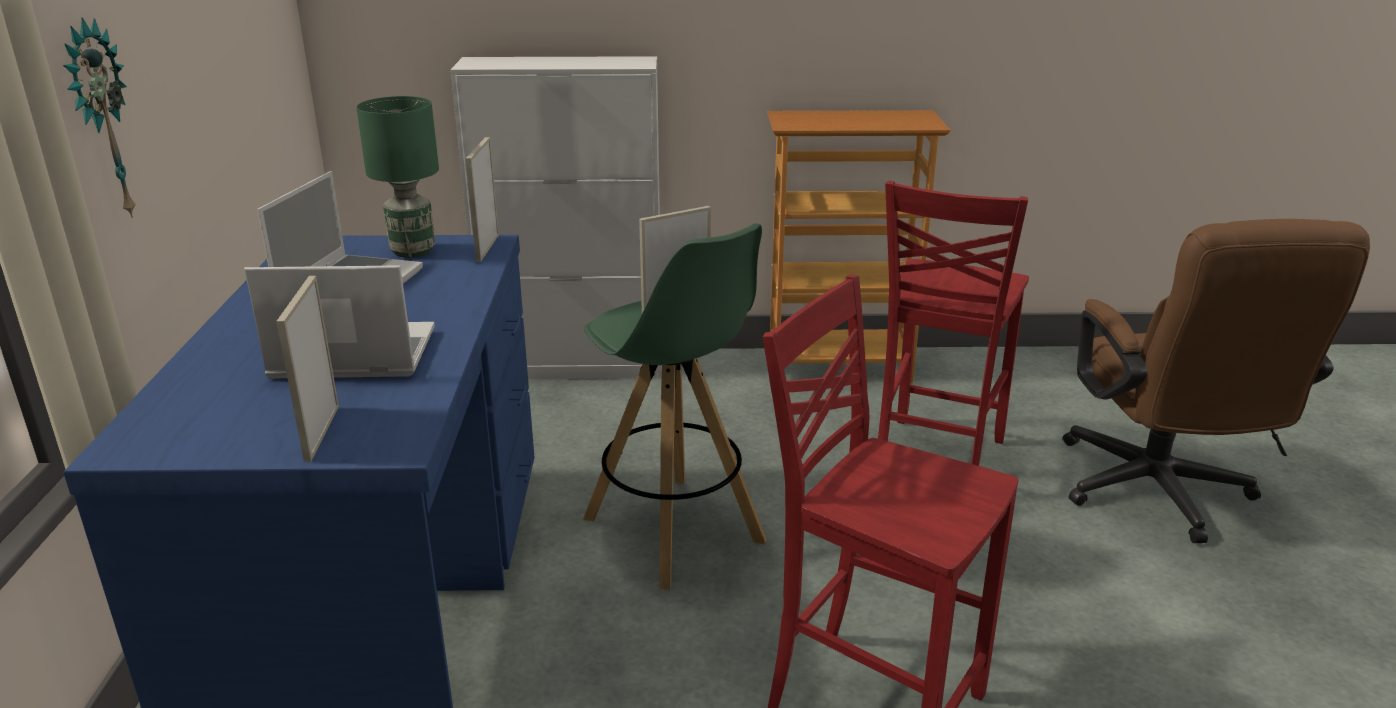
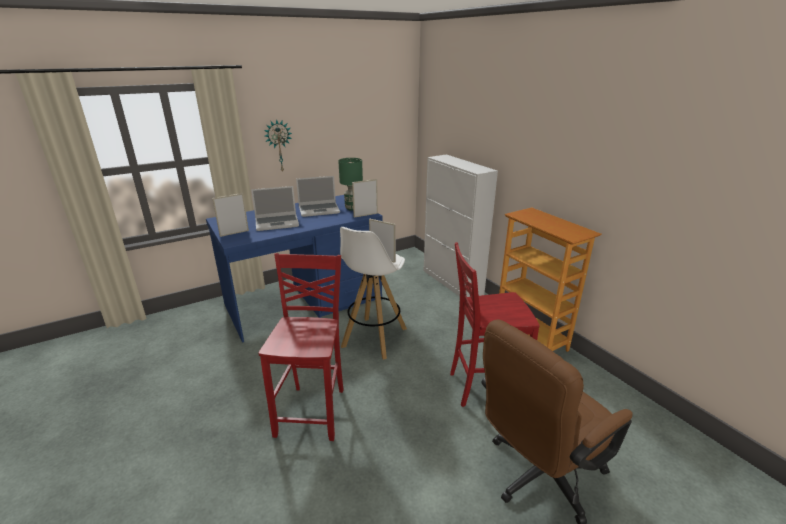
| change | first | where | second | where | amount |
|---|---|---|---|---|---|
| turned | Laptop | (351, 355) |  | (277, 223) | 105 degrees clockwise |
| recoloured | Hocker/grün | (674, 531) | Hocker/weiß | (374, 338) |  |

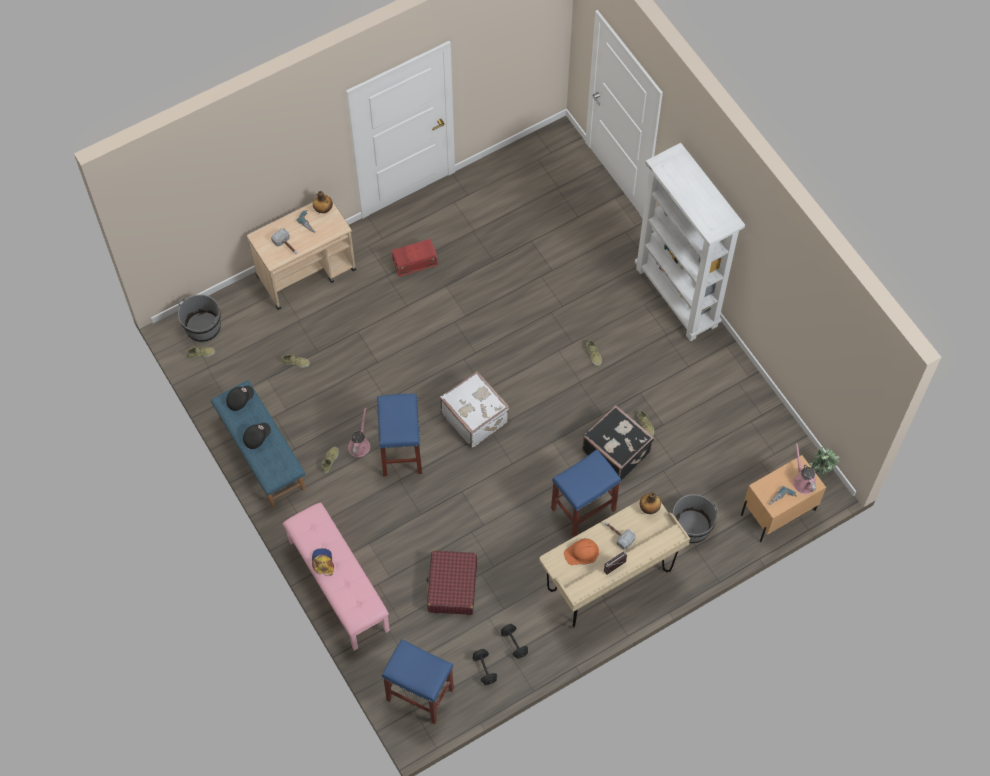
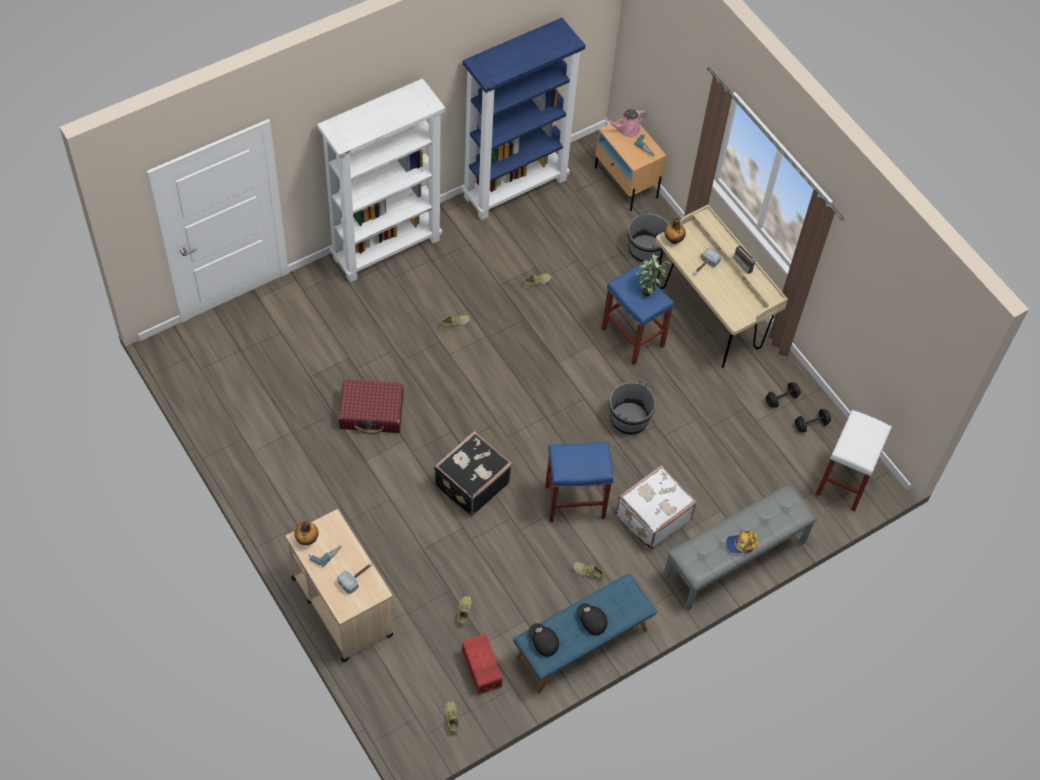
| change | first | where | second | where | amount |
|---|---|---|---|---|---|
| moved | Koffer/rot | (452, 586) |  | (372, 412) |  |
| moved | Koffer/schwarz | (616, 451) |  | (470, 483) |  |
| added |  |  | Bücherregal/blau | (515, 187) |  |
| moved | Aufbewahrungsbox/rot | (414, 262) |  | (481, 669) |  |
| moved | Eimer/grau | (203, 327) |  | (629, 419) |  |
| moved | Koffer/weiß | (475, 417) |  | (651, 517) |  |
| moved | Topfpflanze | (820, 472) |  | (648, 289) |  |
| recoloured | Bank/rosa | (337, 585) | Bank/grau | (735, 560) |  |
| recoloured | Hocker/blau | (419, 694) | Hocker/weiß | (844, 482) |  |
| removed | Gießkanne/rosa | (359, 444) |  |  |  |
| removed | Schutzhelm/orange | (582, 552) |  |  |  |

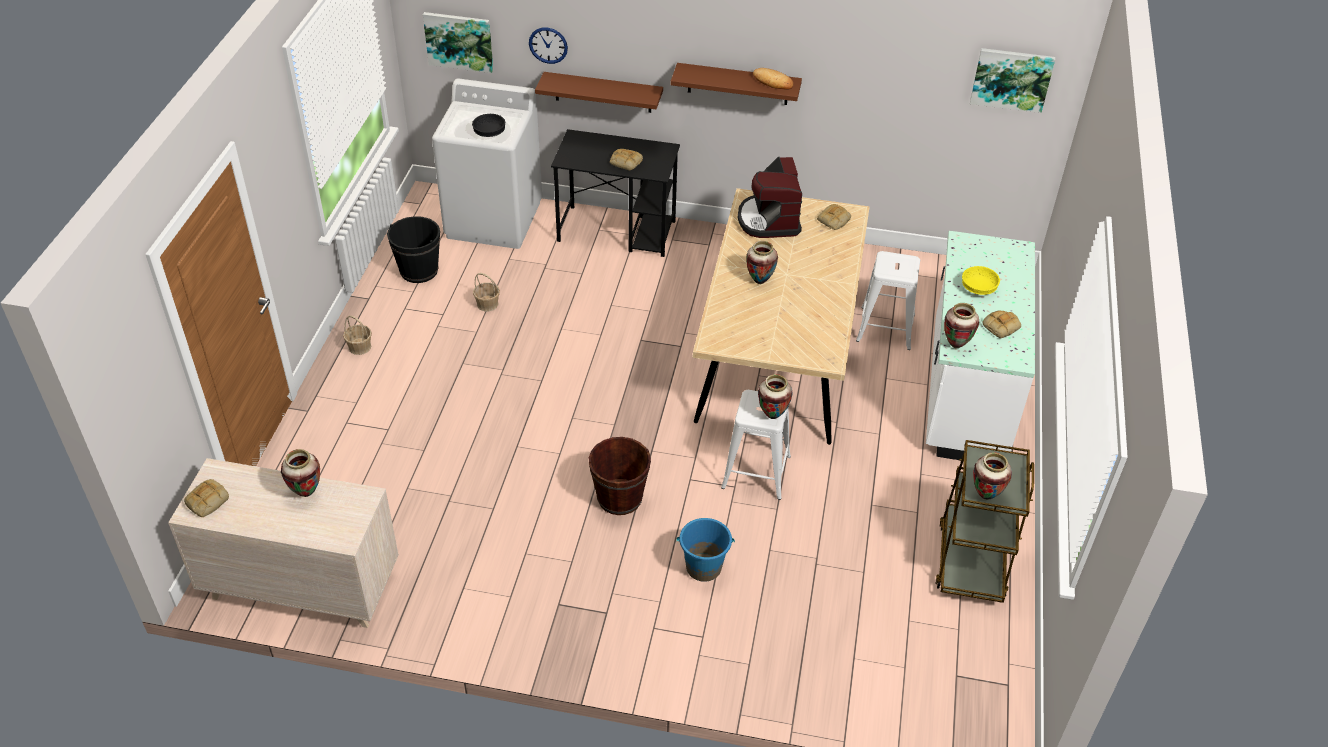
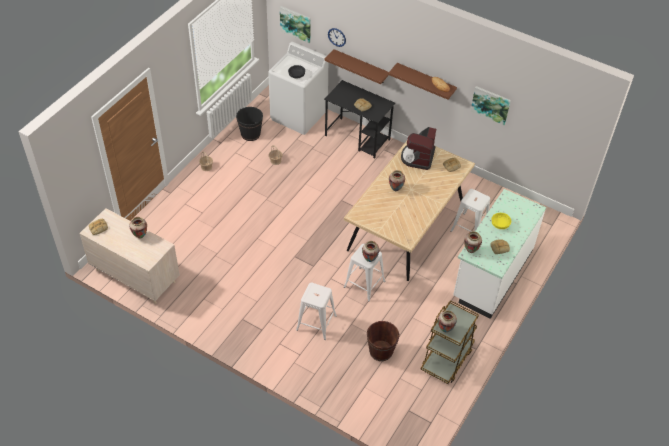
| change | first | where | second | where | amount |
|---|---|---|---|---|---|
| replaced | Eimer/blau | (703, 567) | Hocker/weiß | (316, 322) |  |
| moved | Eimer/braun | (619, 498) |  | (381, 351) |  |
| moved | Bild | (1011, 79) |  | (490, 105) |  |

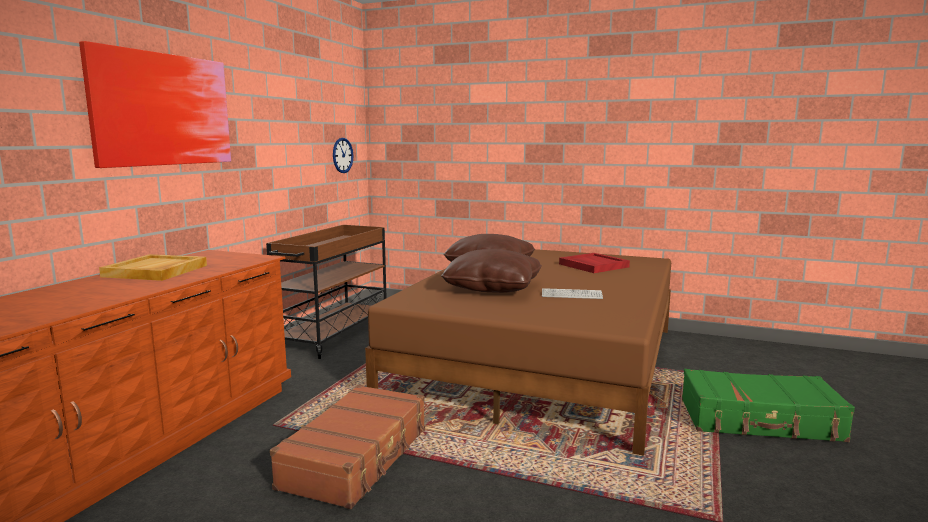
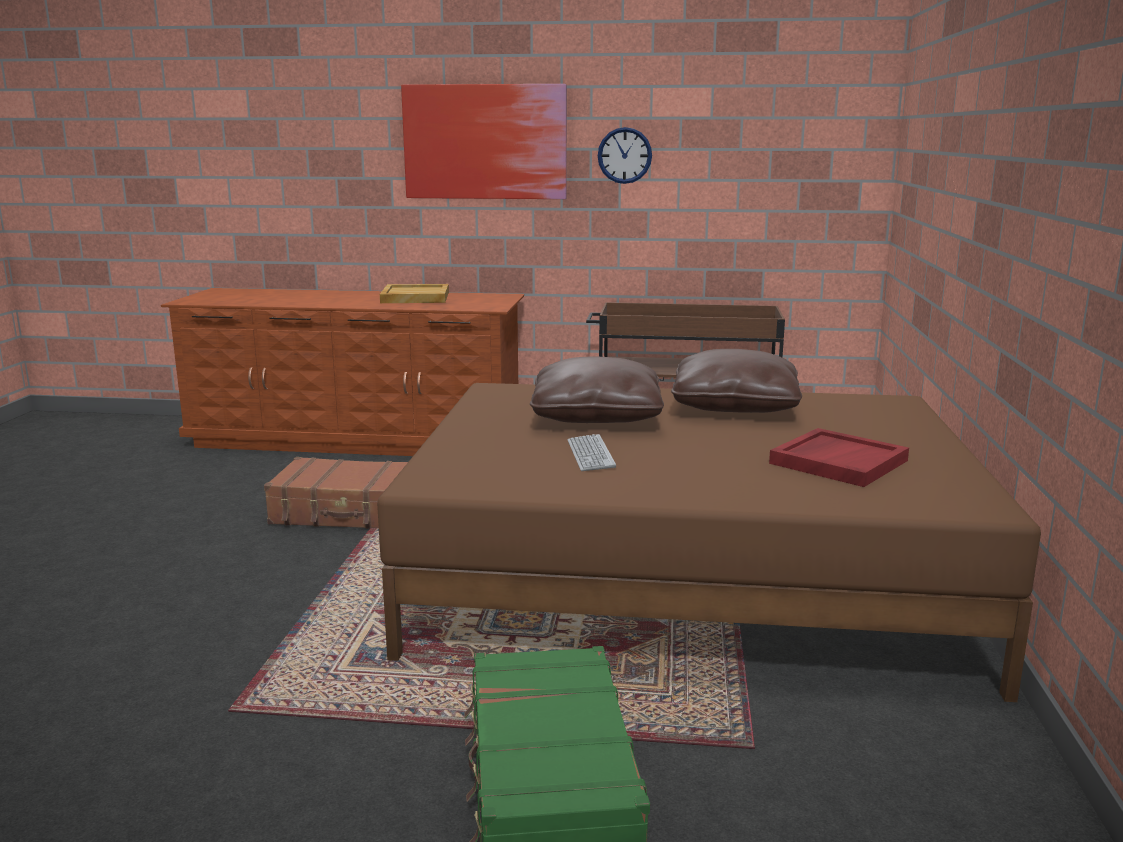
| change | first | where | second | where | amount |
|---|---|---|---|---|---|
| moved | Wanduhr | (342, 155) |  | (624, 155) |  |

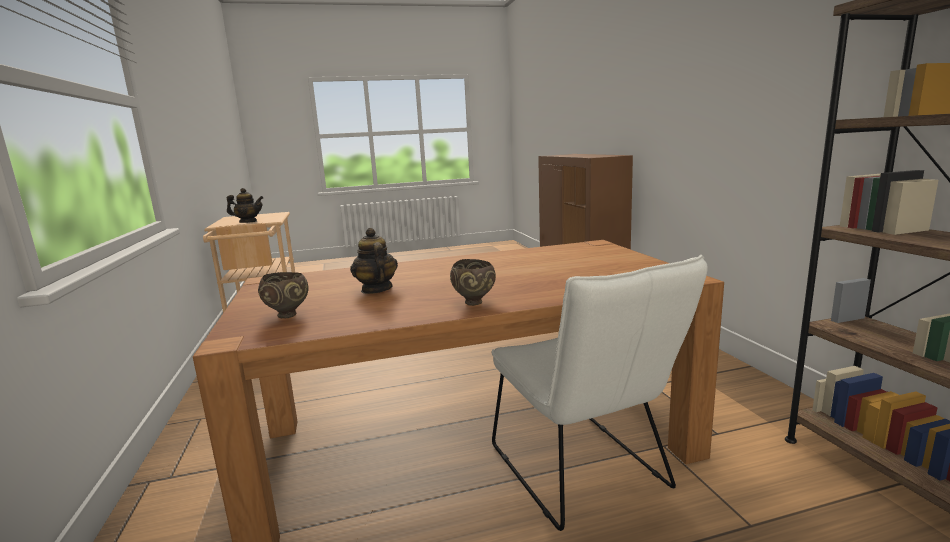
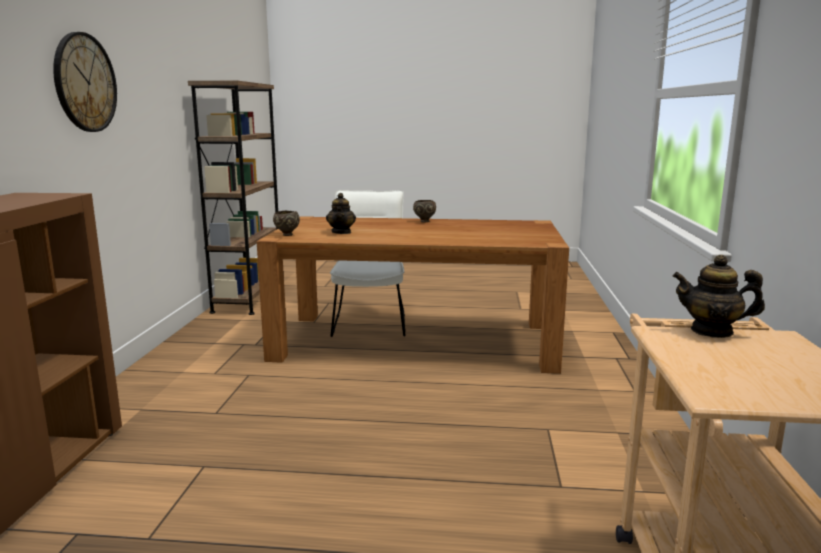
| change | first | where | second | where | amount |
|---|---|---|---|---|---|
| added |  |  | Wanduhr | (85, 83) |  |
| moved | Schüssel/braun | (288, 315) |  | (286, 235) |  |
| moved | Teekanne | (376, 289) |  | (341, 232) |  |

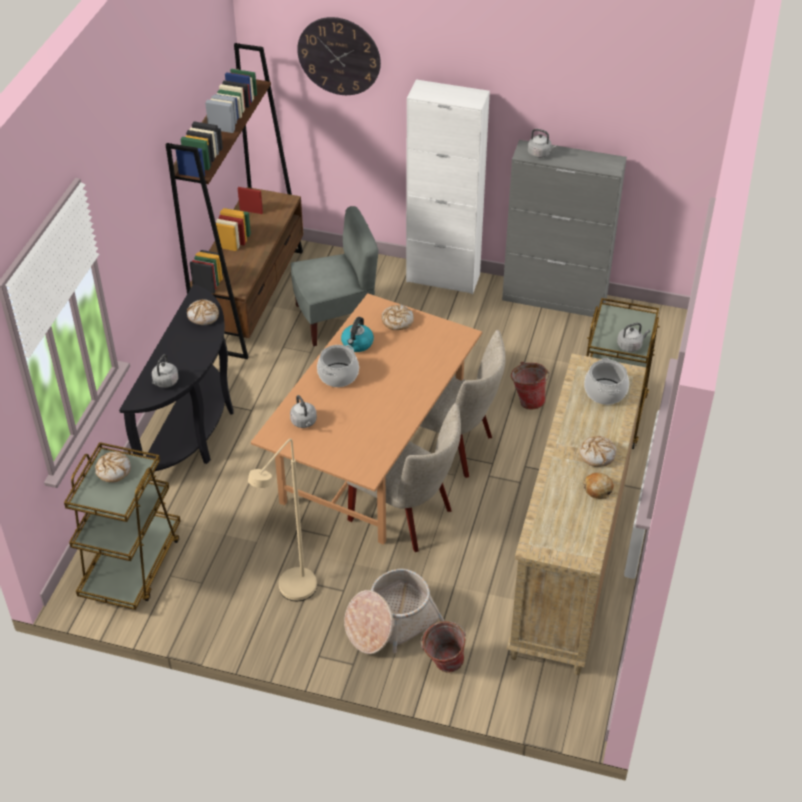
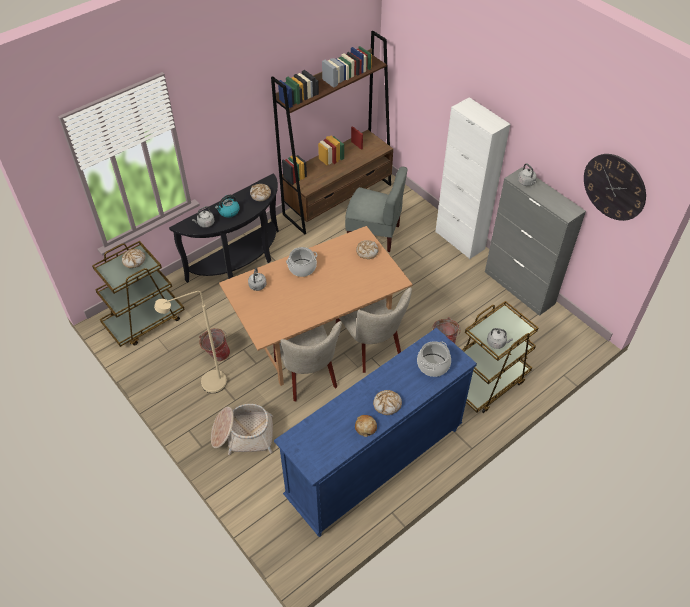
| change | first | where | second | where | amount |
|---|---|---|---|---|---|
| moved | Eimer | (442, 664) |  | (216, 354) |  |
| moved | Wasserkessel | (357, 344) |  | (228, 211) |  |
| recoloured | Kommode/beige | (569, 566) | Kommode/blau | (374, 465) |  |
| moved | Wanduhr | (339, 56) |  | (614, 187) |  |

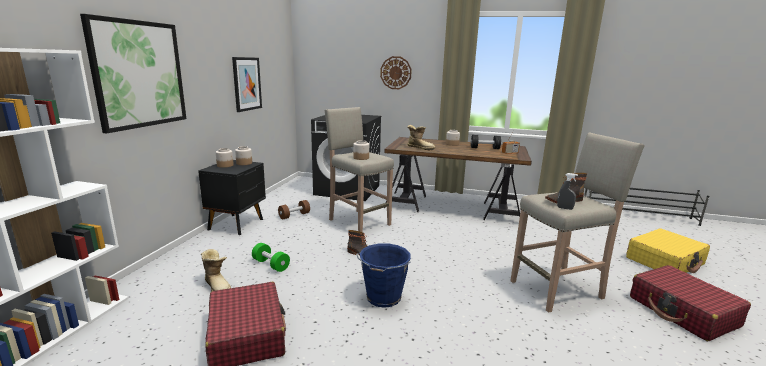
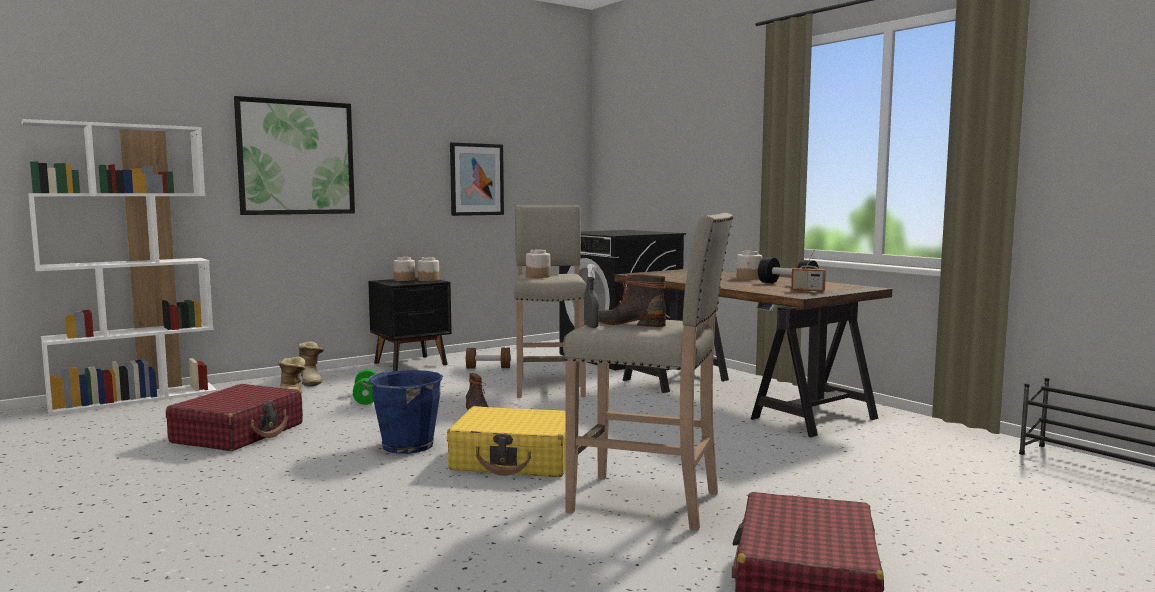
| change | first | where | second | where | amount |
|---|---|---|---|---|---|
| moved | Stiefel | (420, 148) |  | (312, 381) |  |
| moved | Koffer/gelb | (665, 261) |  | (515, 460) |  |
| removed | Wanduhr | (395, 73) |  |  |  |

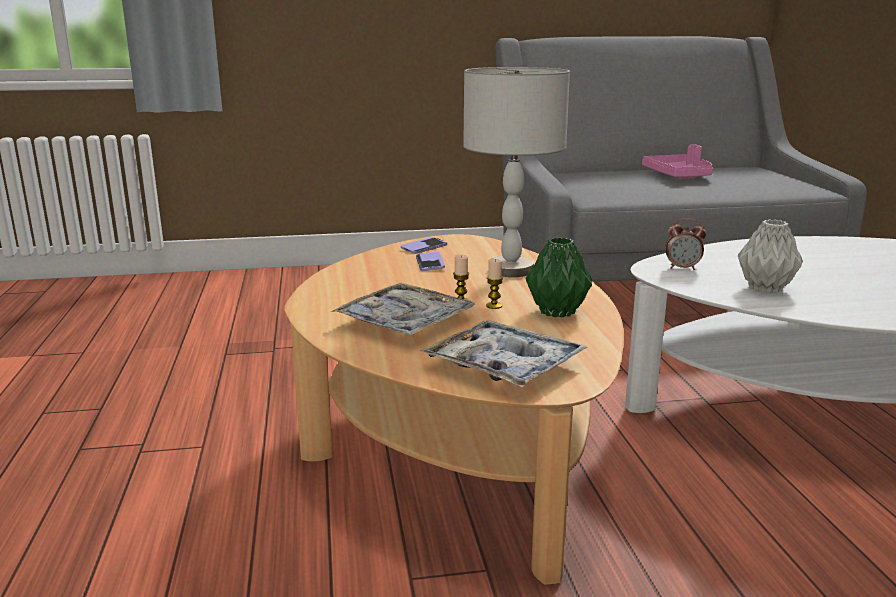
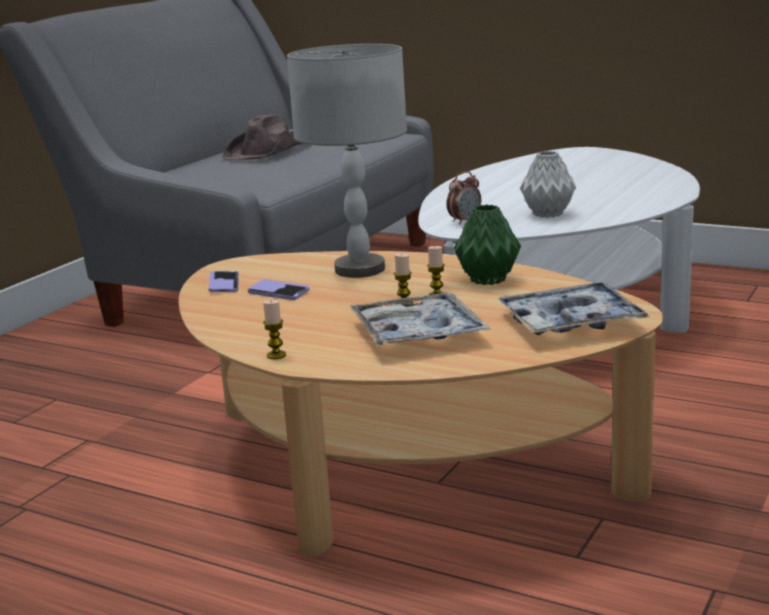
| change | first | where | second | where | amount |
|---|---|---|---|---|---|
| replaced | Tablett/rosa | (679, 176) | Hut/braun | (268, 151) |  |
| added |  |  | Kerze | (276, 355) |  |

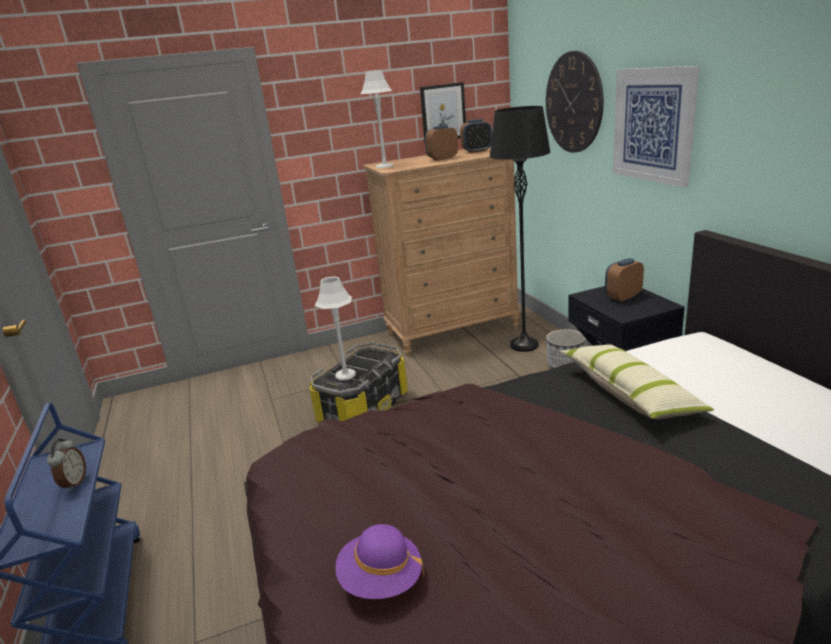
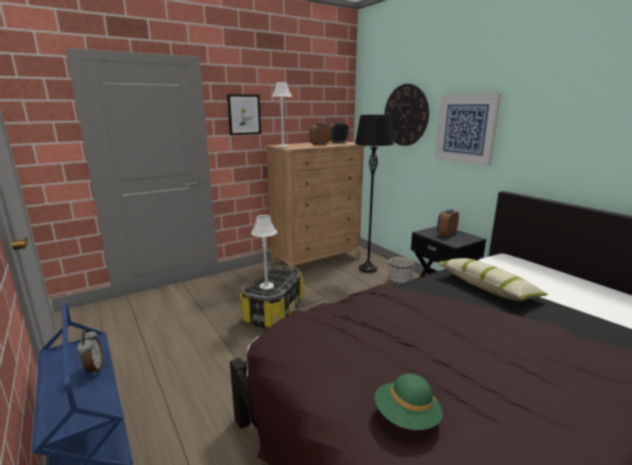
| change | first | where | second | where | amount |
|---|---|---|---|---|---|
| moved | Bild | (443, 112) |  | (244, 114) |  |
| recoloured | Hut/lila | (381, 580) | Hut/grün | (406, 417) |  |

